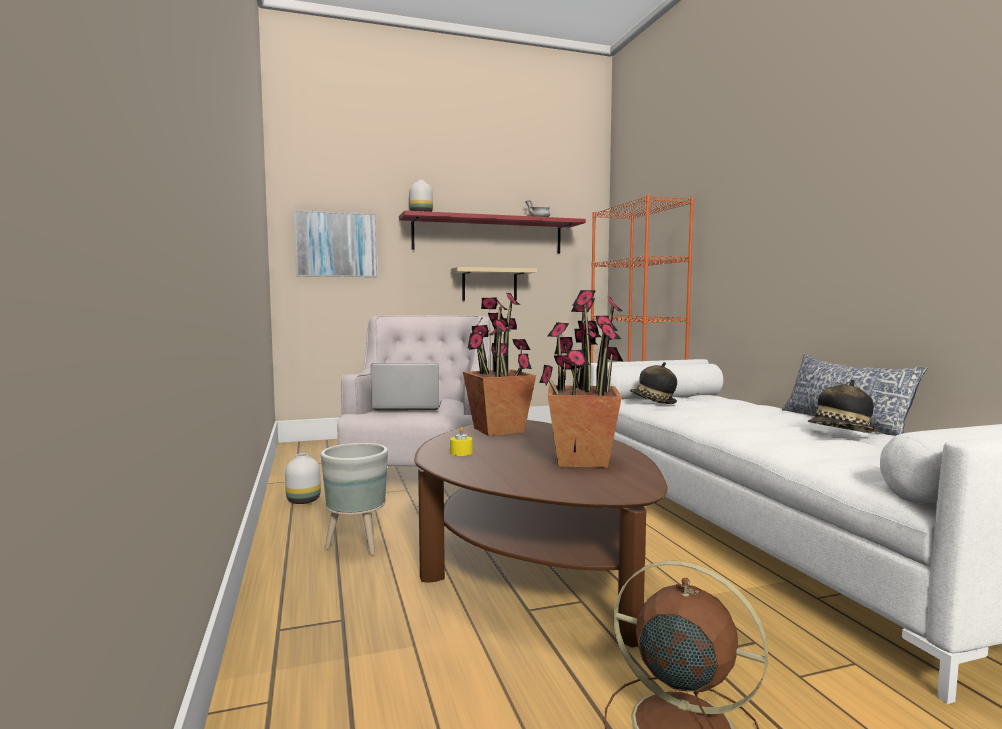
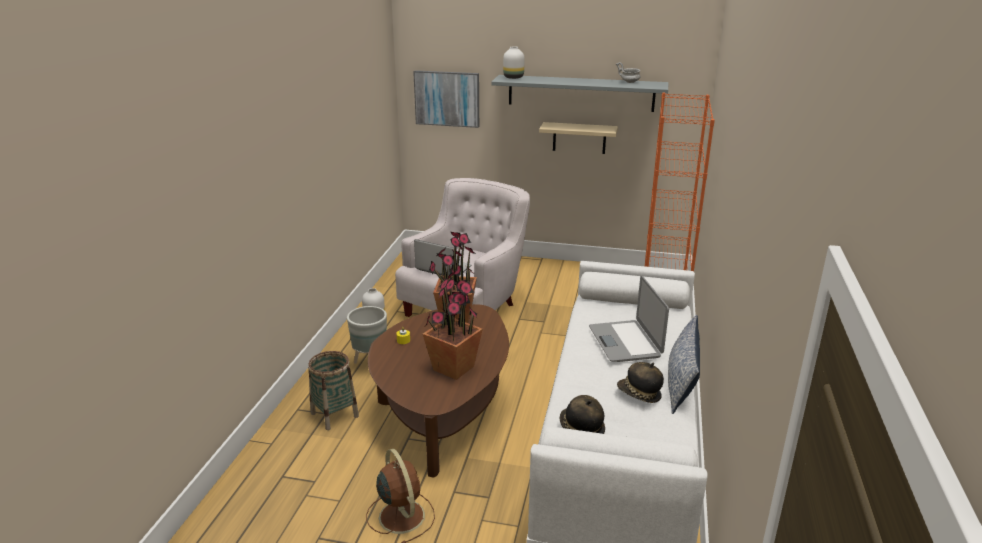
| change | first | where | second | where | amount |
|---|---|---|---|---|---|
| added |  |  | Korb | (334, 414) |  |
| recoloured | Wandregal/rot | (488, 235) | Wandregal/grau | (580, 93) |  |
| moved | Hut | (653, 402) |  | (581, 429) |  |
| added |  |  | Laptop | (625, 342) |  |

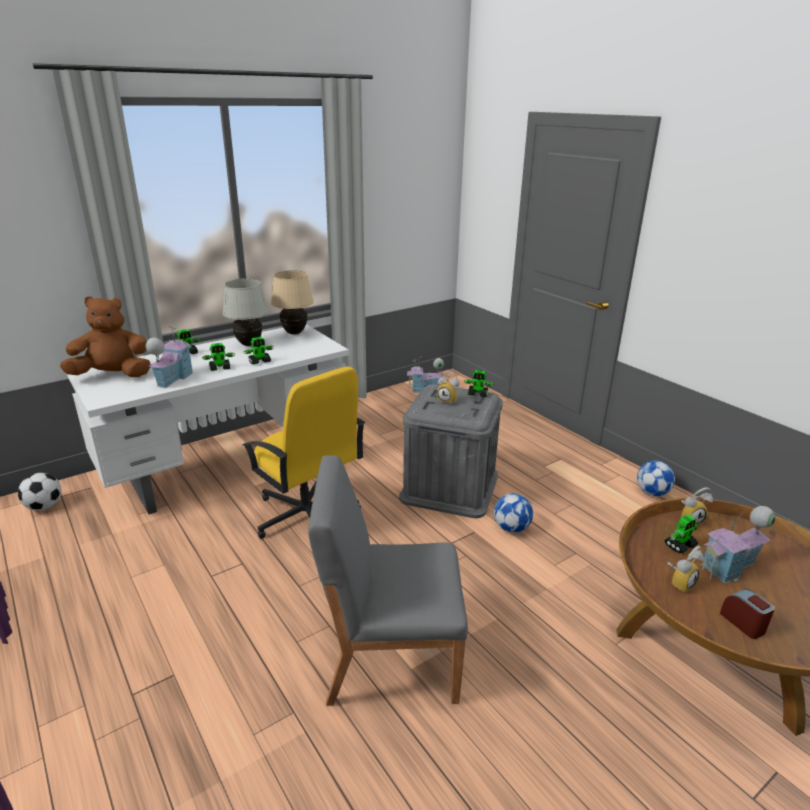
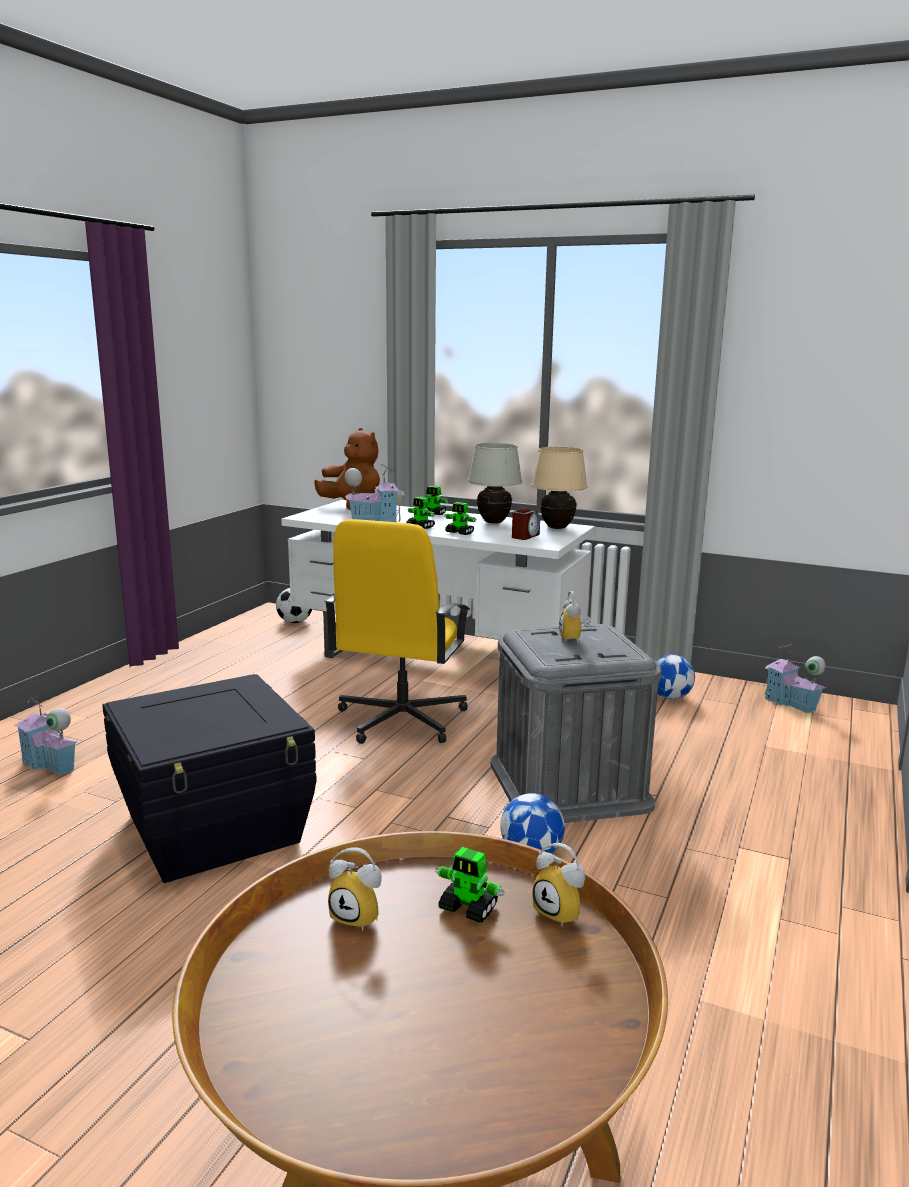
| change | first | where | second | where | amount |
|---|---|---|---|---|---|
| moved | Spielzeughaus | (730, 567) |  | (50, 765) |  |
| replaced | Stuhl/grau | (389, 656) | Aufbewahrungsbox/schwarz | (216, 829) |  |
| moved | Wecker | (743, 623) |  | (525, 536) |  |
| moved | Fußball | (652, 492) |  | (670, 697) |  |
| removed | Spielzeugroboter | (478, 394) |  |  |  |

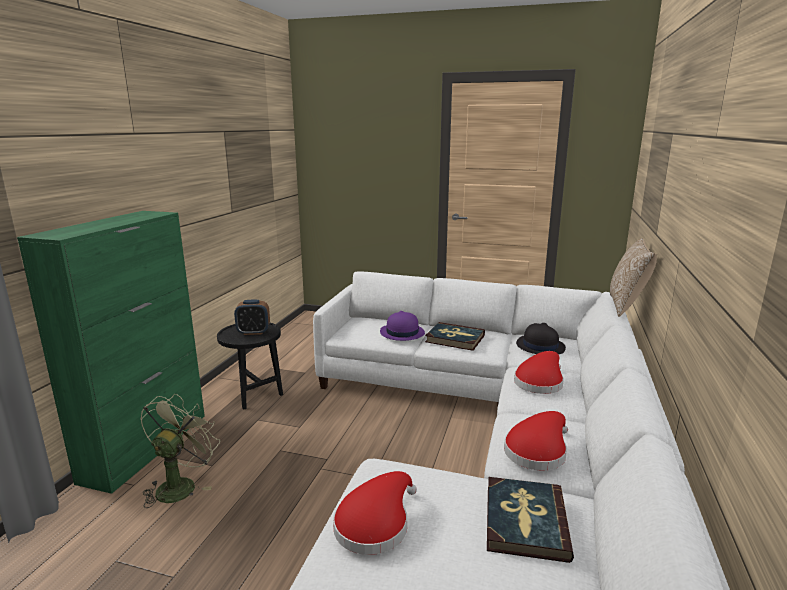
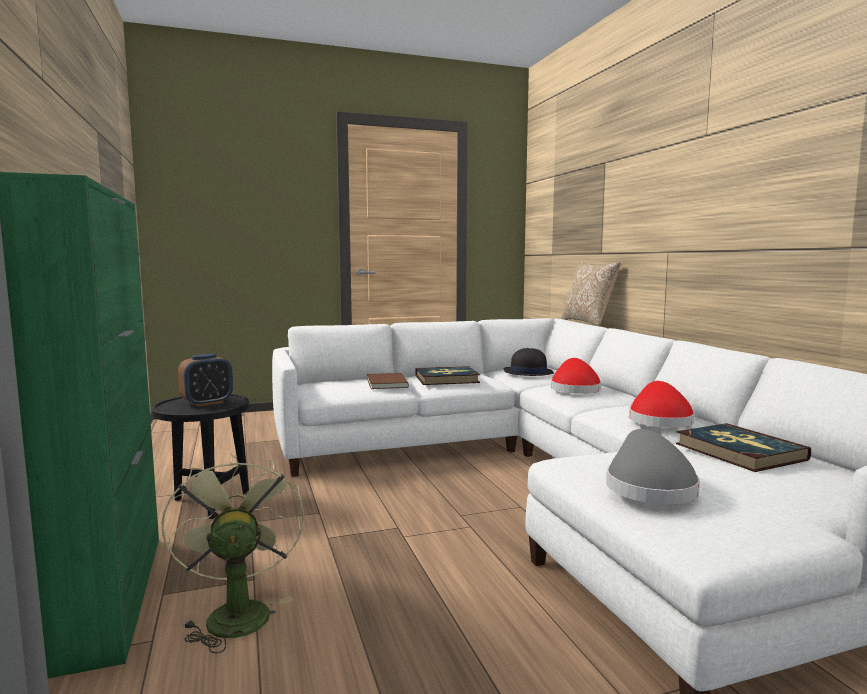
| change | first | where | second | where | amount |
|---|---|---|---|---|---|
| replaced | Hut/lila | (402, 333) | Buch/braun | (385, 383) |  |
| recoloured | Hut/rot | (375, 524) | Hut/grau | (648, 487) |  |

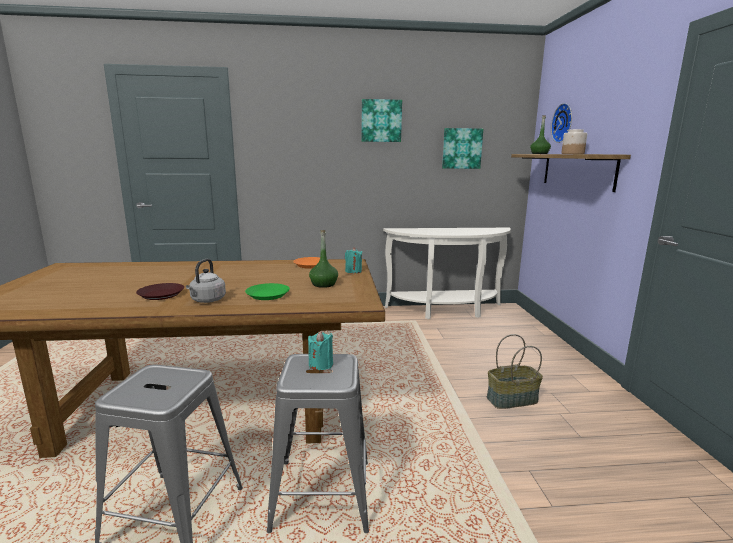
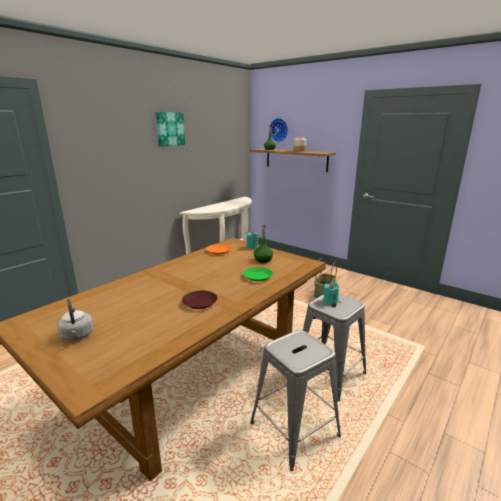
| change | first | where | second | where | amount |
|---|---|---|---|---|---|
| moved | Wasserkessel/grau | (207, 300) |  | (77, 336) |  |
| removed | Bild | (461, 148) |  |  |  |

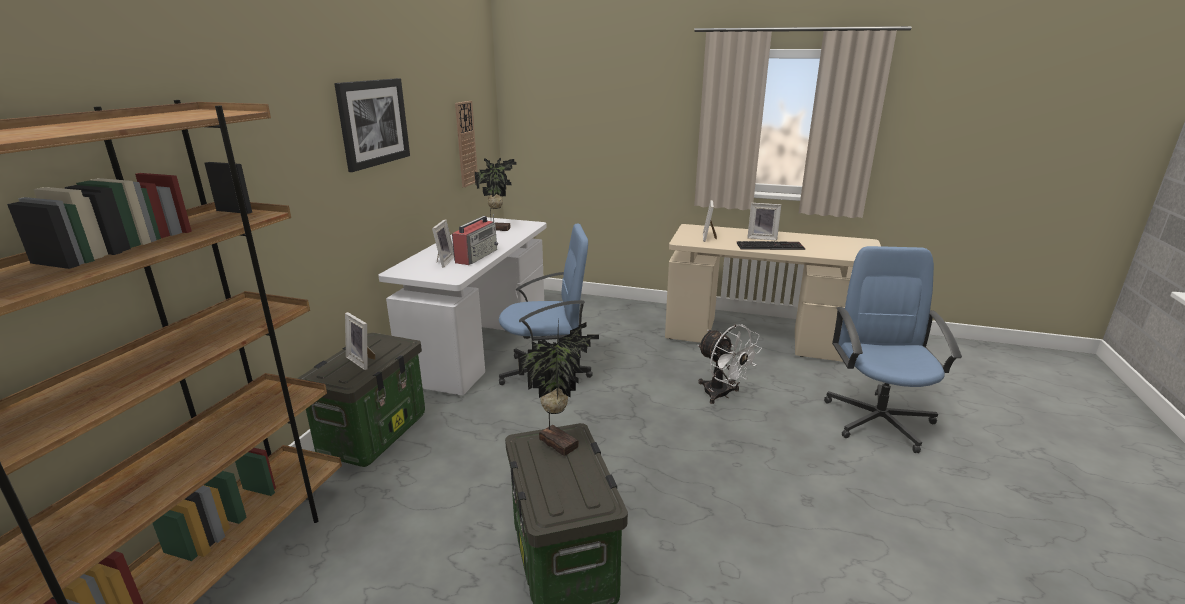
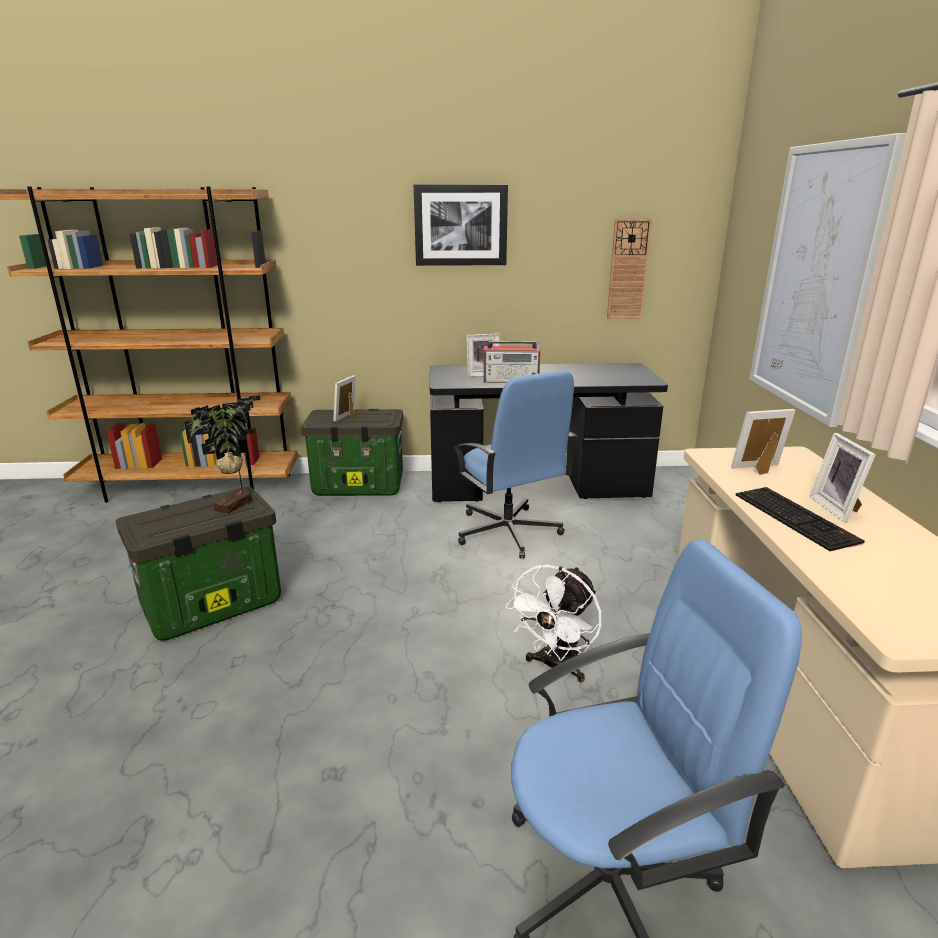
| change | first | where | second | where | amount |
|---|---|---|---|---|---|
| recoloured | Schreibtisch/weiß | (480, 344) | Schreibtisch/schwarz | (537, 486) |  |
| added |  |  | Bild | (816, 280) |  |
| removed | Topfpflanze | (498, 228) |  |  |  |

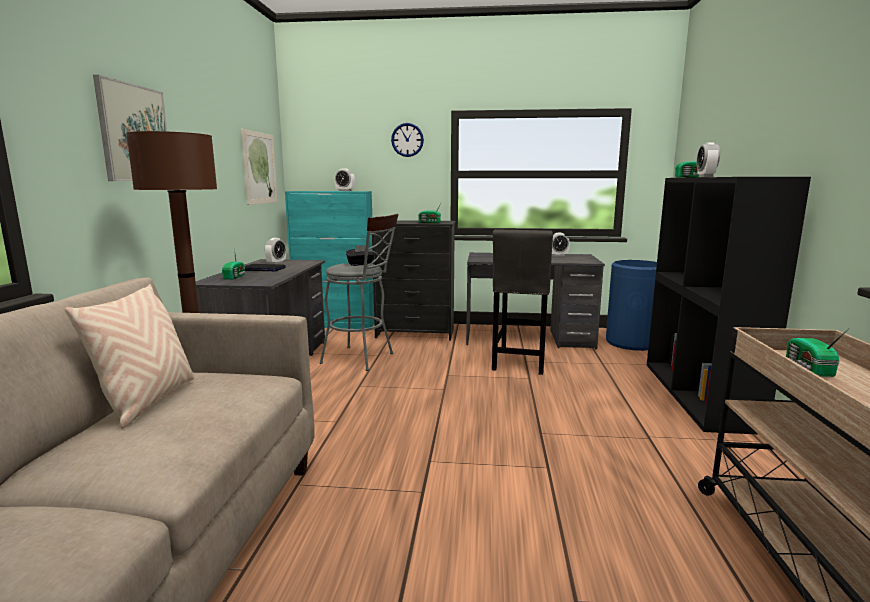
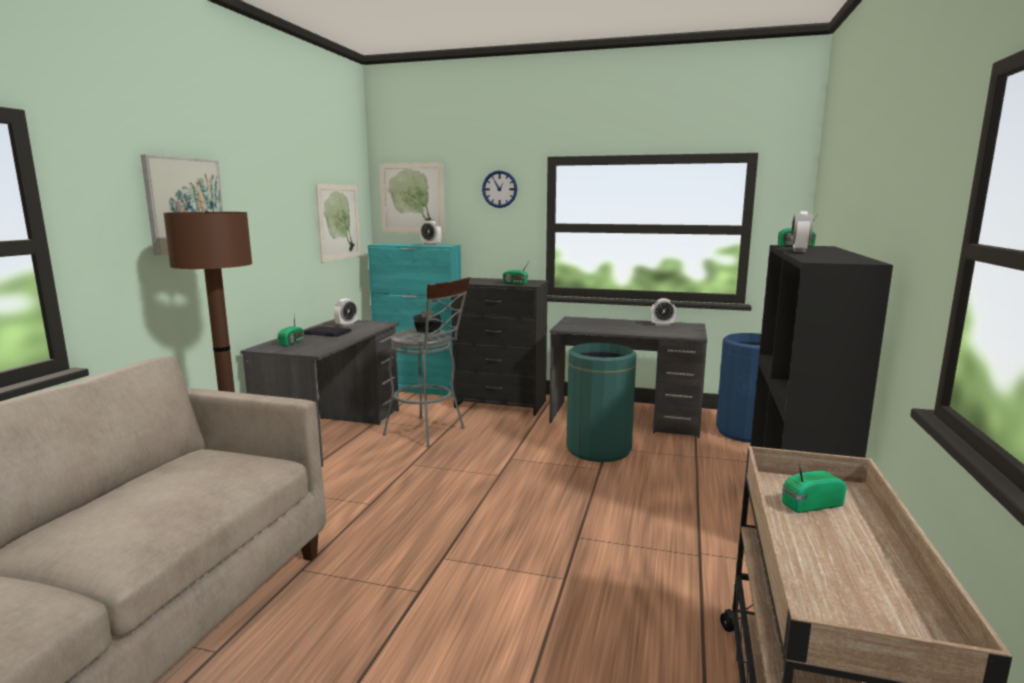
| change | first | where | second | where | amount |
|---|---|---|---|---|---|
| added |  |  | Bild | (412, 198) |  |
| replaced | Hocker/grau | (519, 363) | Mülleimer/grün | (598, 449) |  |
| turned | Radio | (808, 368) |  | (809, 504) | 60 degrees clockwise |
| removed | Kissen/beige | (148, 401) |  |  |  |

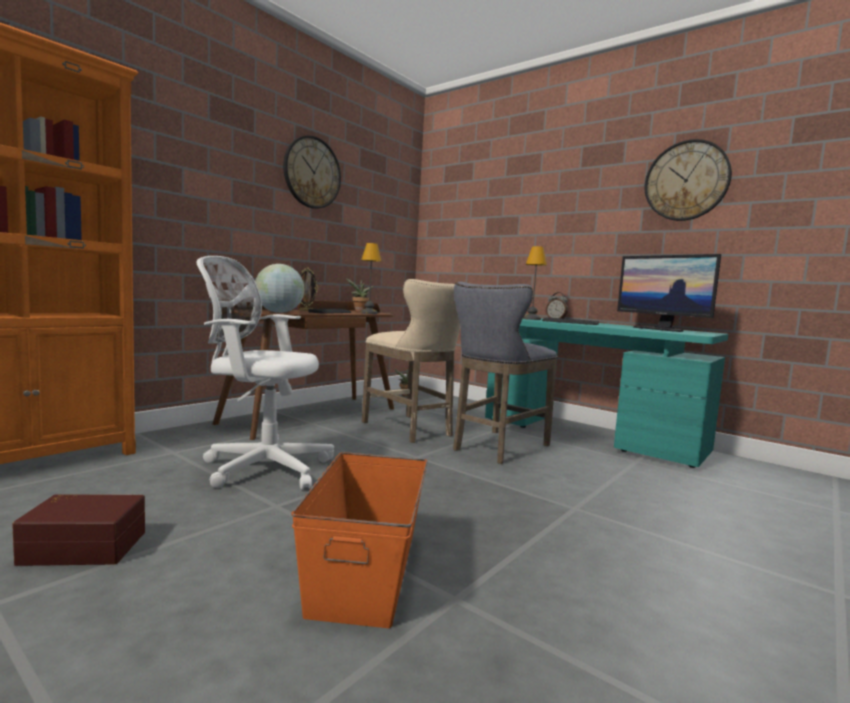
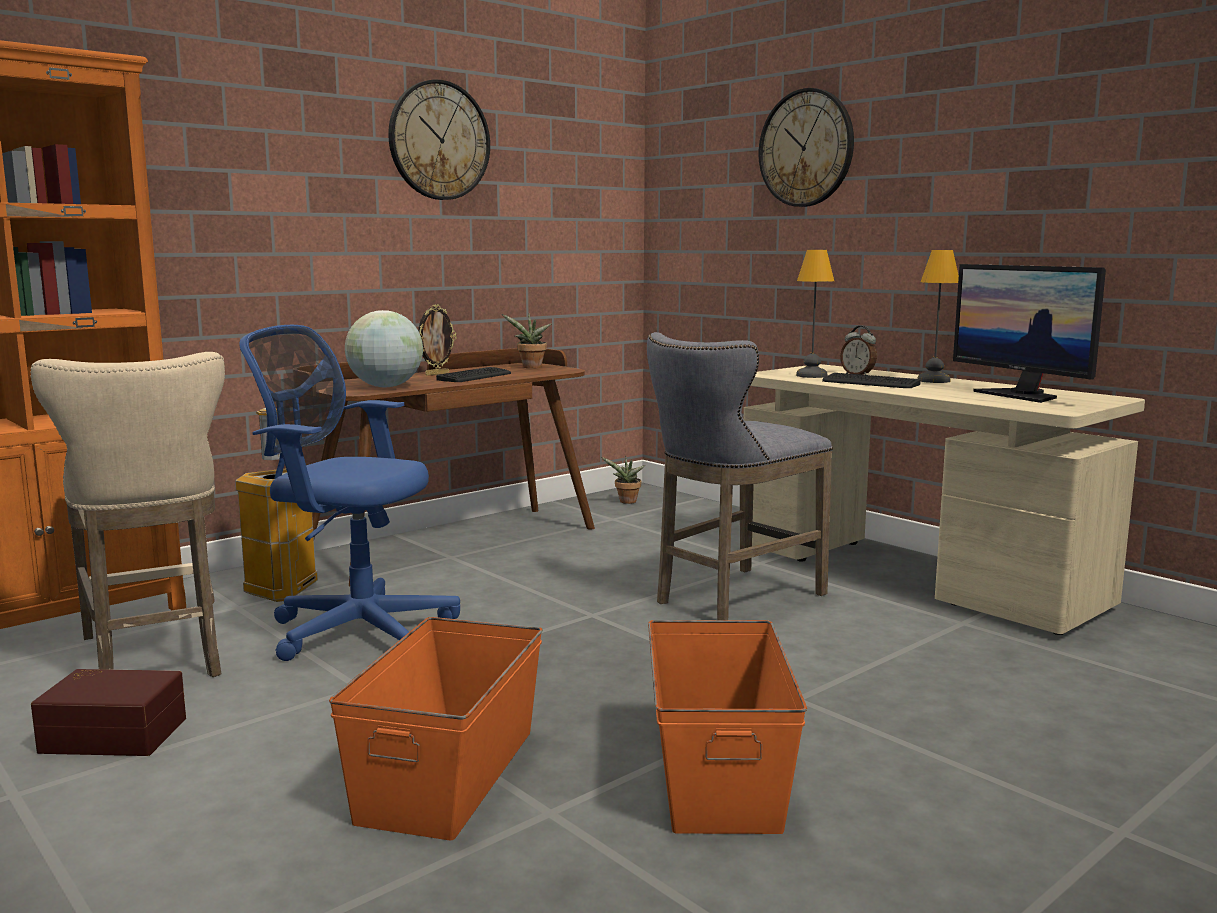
| change | first | where | second | where | amount |
|---|---|---|---|---|---|
| moved | Hocker/beige | (411, 430) |  | (155, 659) |  |
| added |  |  | Mülleimer | (283, 591) |  |
| recoloured | Bürostuhl/weiß | (262, 467) | Bürostuhl/blau | (355, 631) |  |
| added |  |  | Aufbewahrungsbox/orange | (715, 773) |  |
| recoloured | Schreibtisch/türkis | (590, 436) | Schreibtisch/beige | (912, 577) |  |
| moved | Wanduhr | (686, 181) |  | (806, 148) |  |
| moved | Tischlampe | (369, 313) |  | (934, 380) |  |

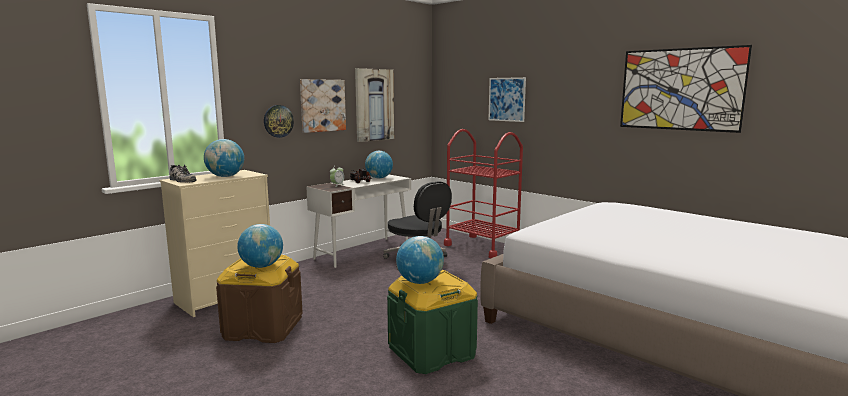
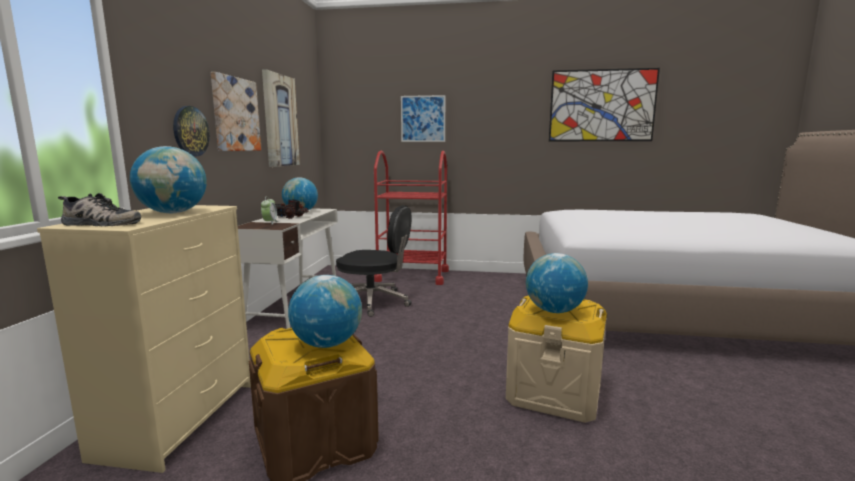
| change | first | where | second | where | amount |
|---|---|---|---|---|---|
| recoloured | Aufbewahrungsbox/grün | (432, 352) | Aufbewahrungsbox/beige | (554, 393) |  |

